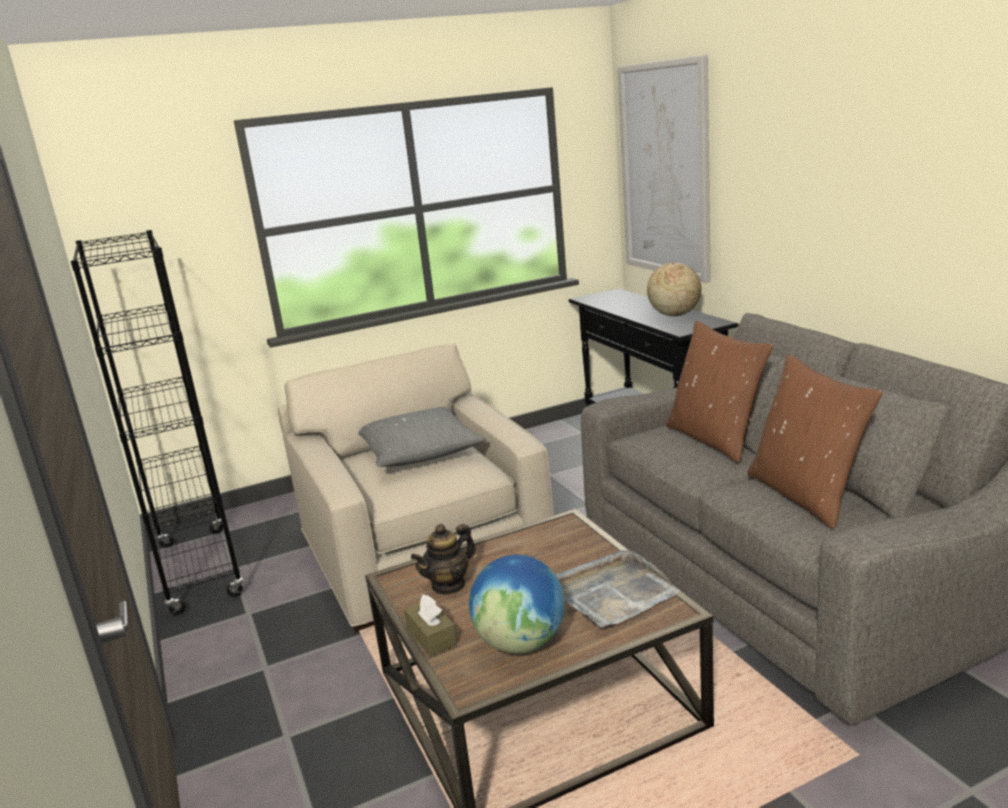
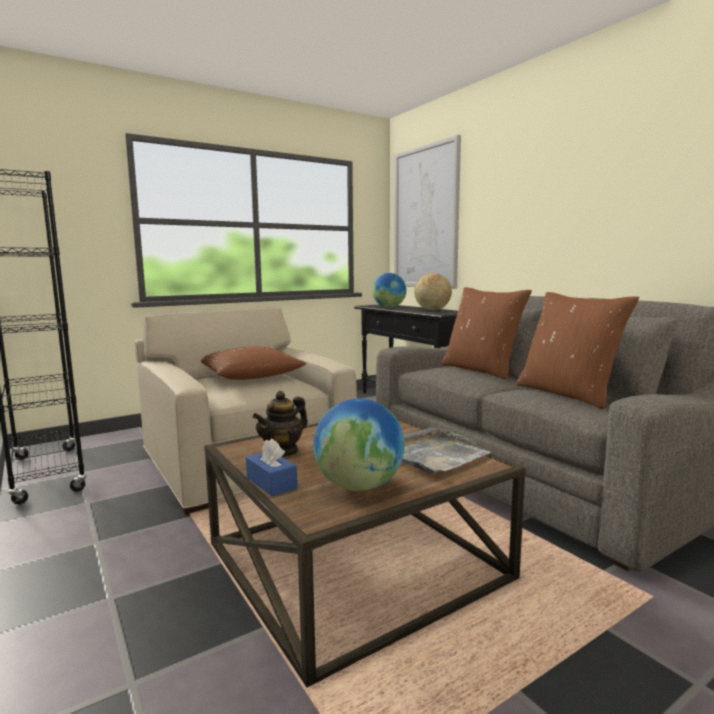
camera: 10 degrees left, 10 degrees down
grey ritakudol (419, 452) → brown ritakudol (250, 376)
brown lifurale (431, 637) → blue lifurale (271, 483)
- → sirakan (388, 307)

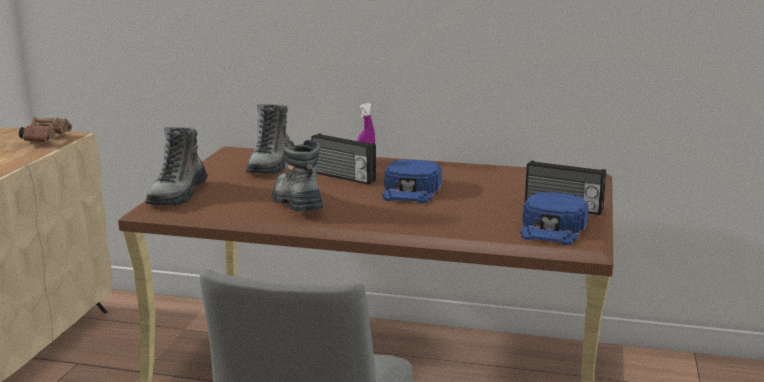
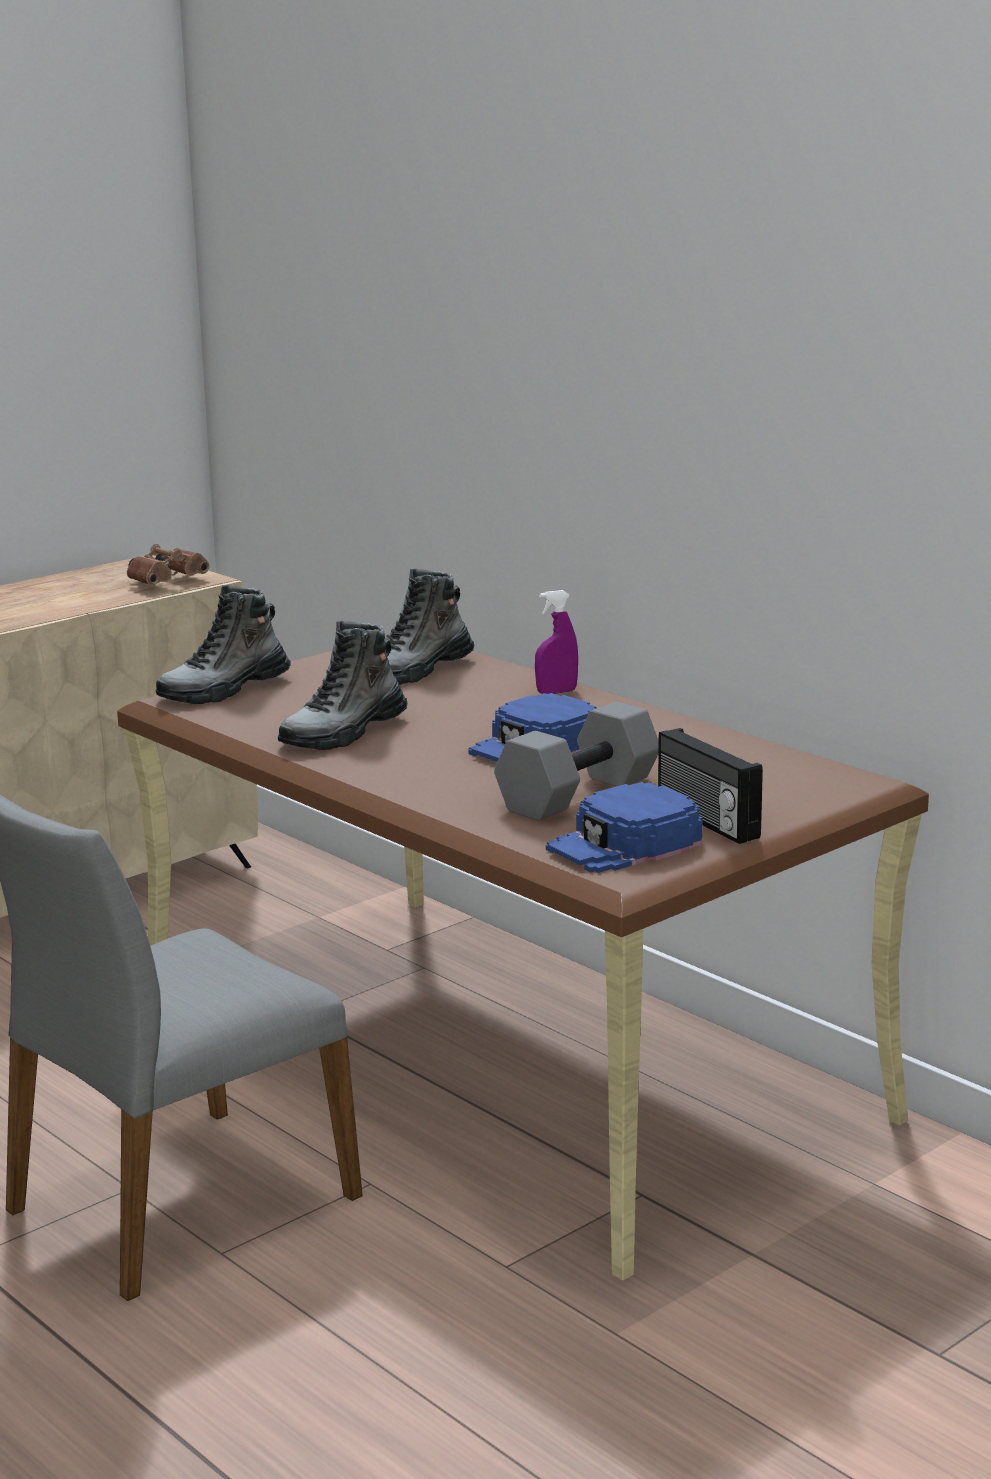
camera: 35 degrees right, 0 degrees up
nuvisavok (296, 203) → nuvisavok (344, 733), 150 degrees counterclockwise
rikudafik (342, 177) → -
- → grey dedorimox (577, 793)

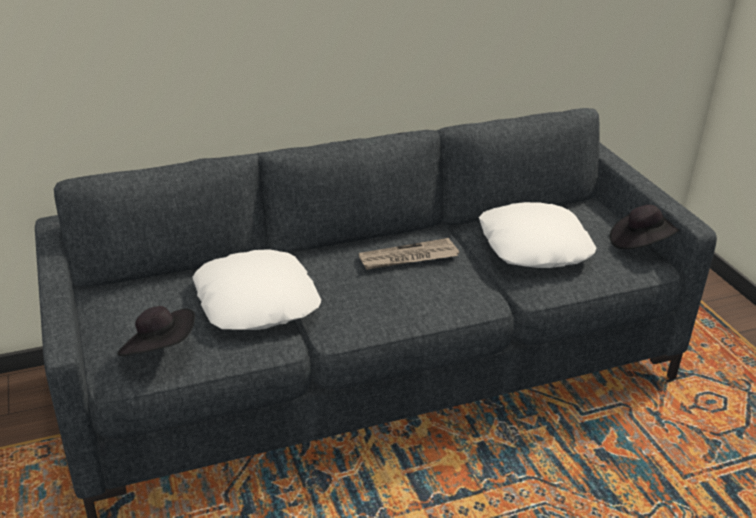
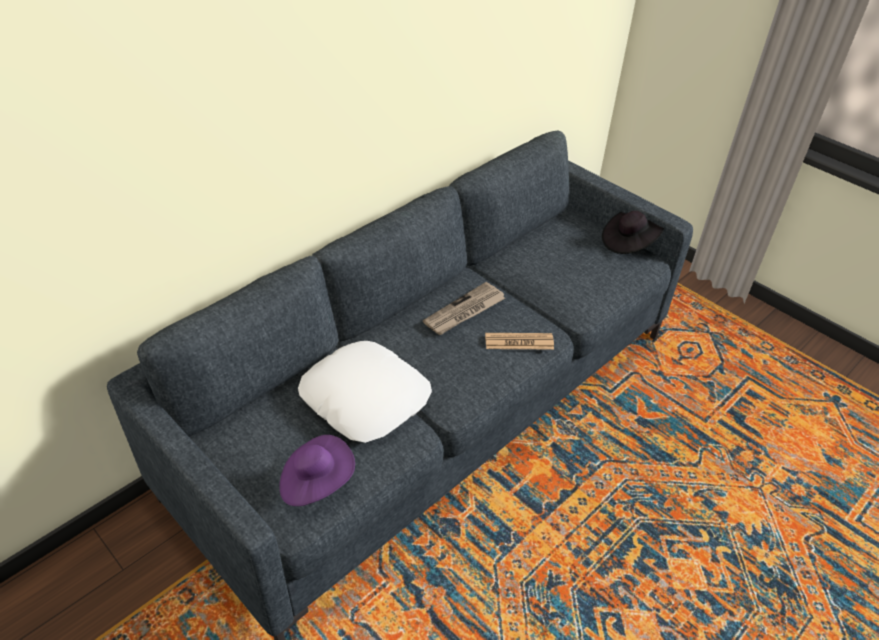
camera: 25 degrees left, 10 degrees up
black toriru (160, 350) → purple toriru (316, 482)
white ritakudol (533, 246) → -
- → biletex (519, 342)

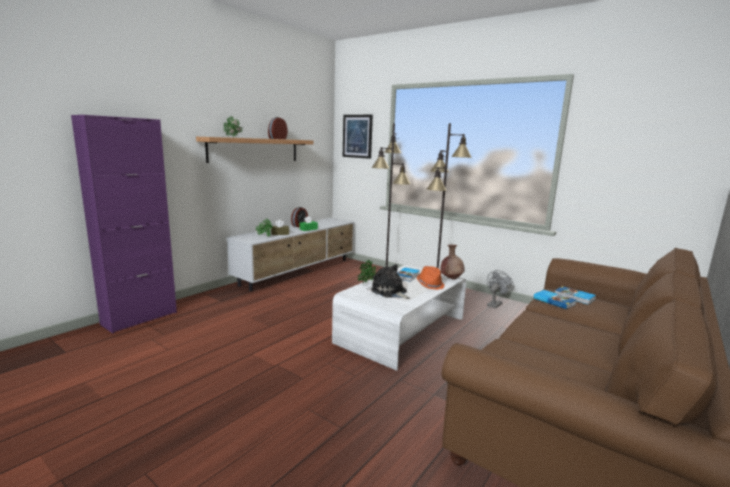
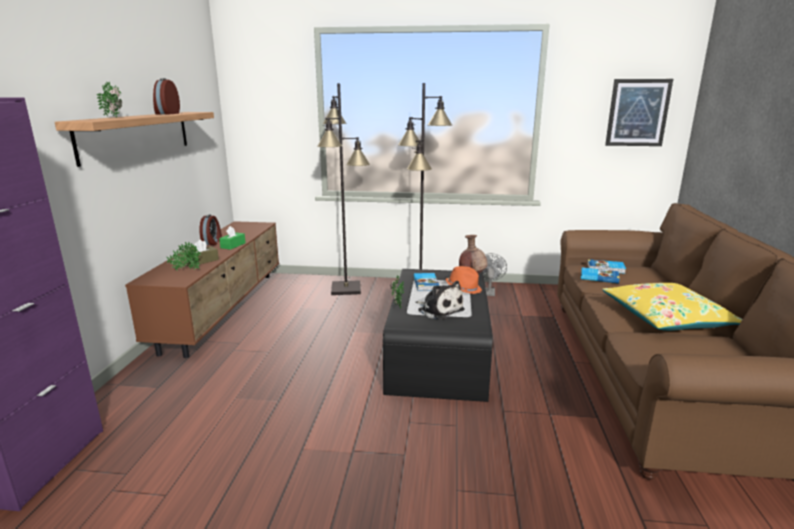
camera: 30 degrees left, 5 degrees up
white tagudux (298, 271) → brown tagudux (224, 309)
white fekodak (402, 330) → black fekodak (438, 351)
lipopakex (357, 136) → lipopakex (637, 113), relocated
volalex (390, 292) → volalex (439, 310), 150 degrees counterclockwise
- → yellow ritakudol (666, 318)

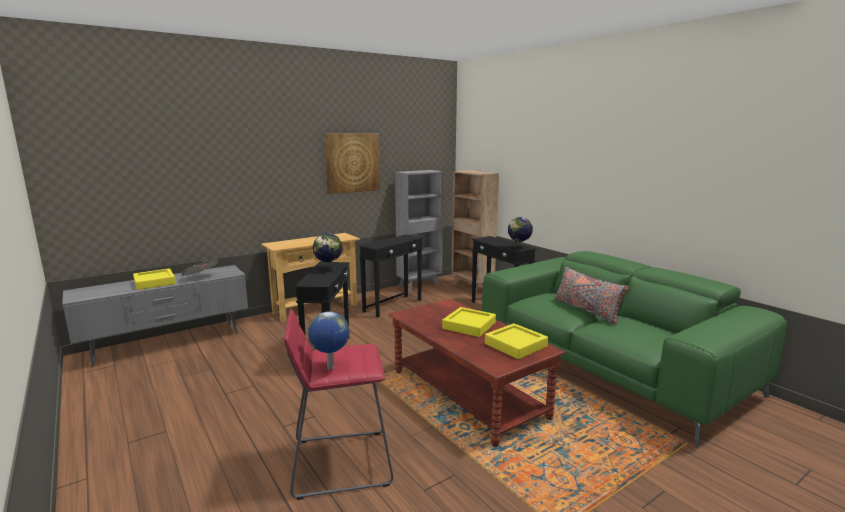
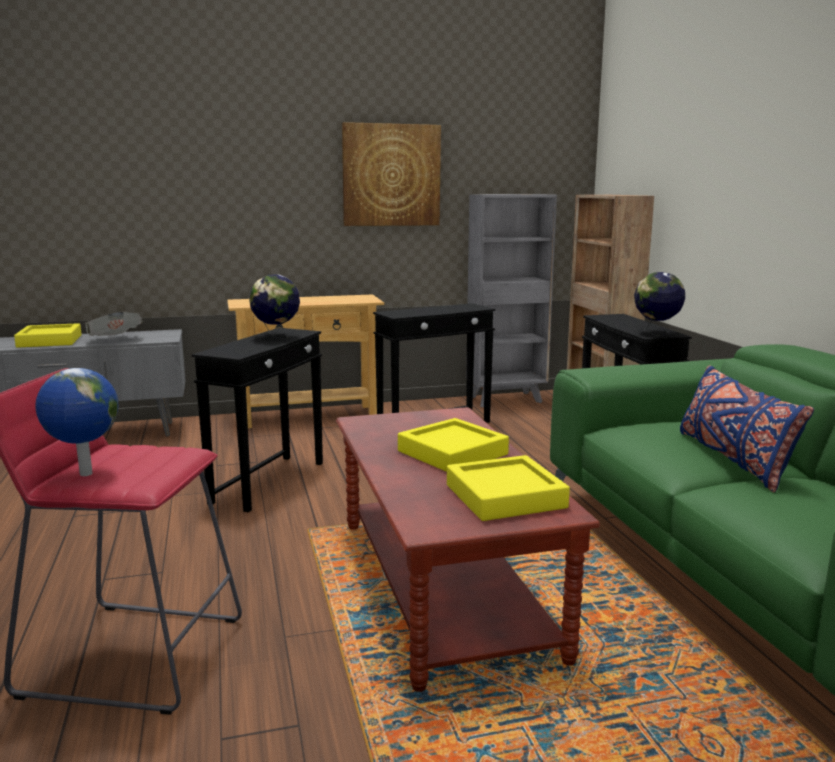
camera: 20 degrees right, 0 degrees up
grey ritakudol (586, 311) → blue ritakudol (733, 459)

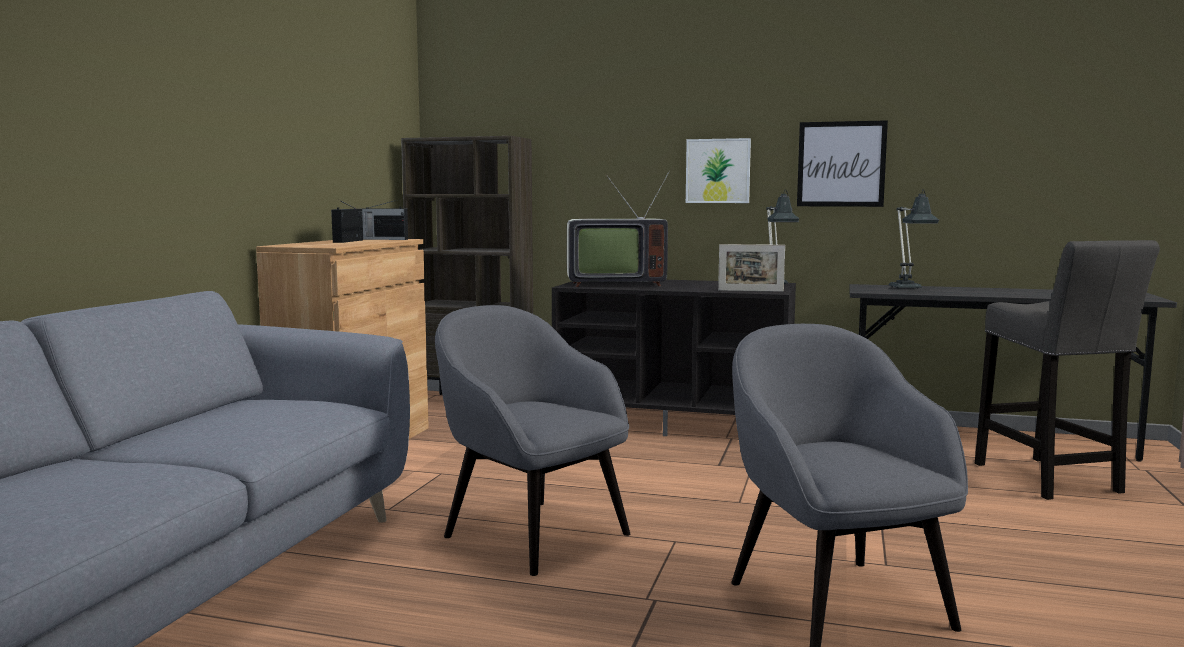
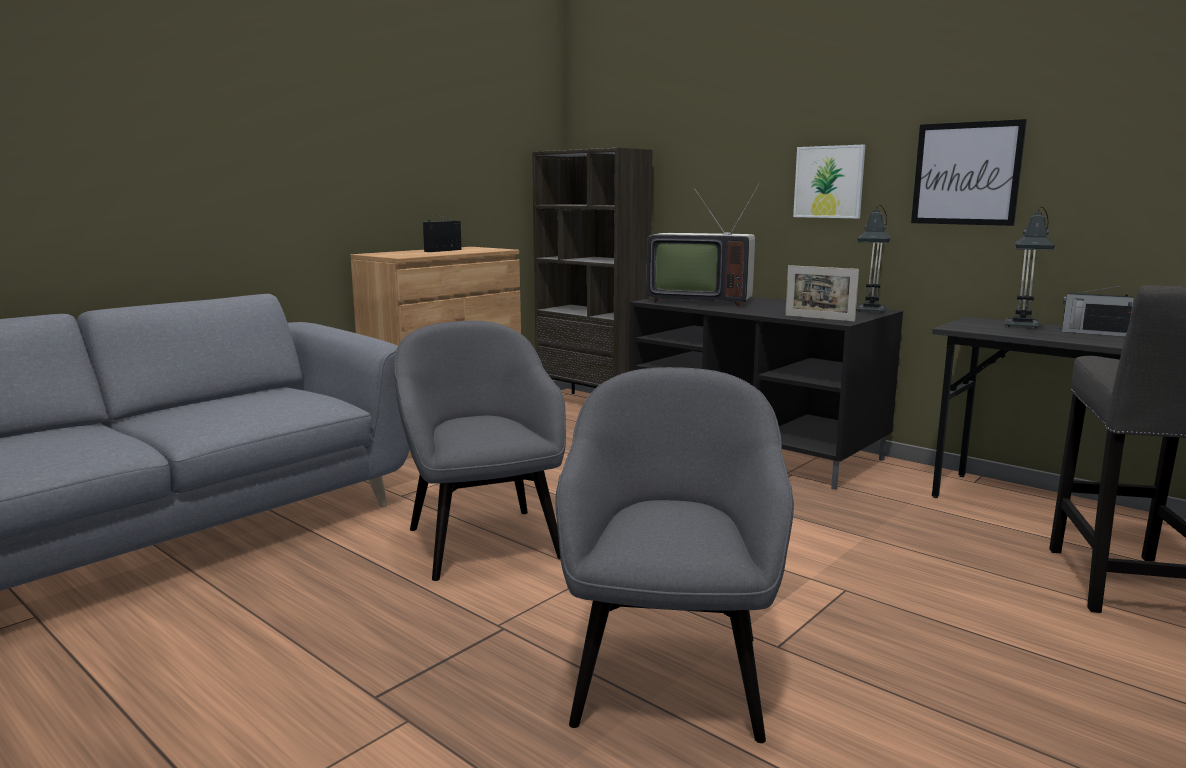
camera: 25 degrees right, 5 degrees up
rikudafik (383, 239) → rikudafik (1092, 333), relocated

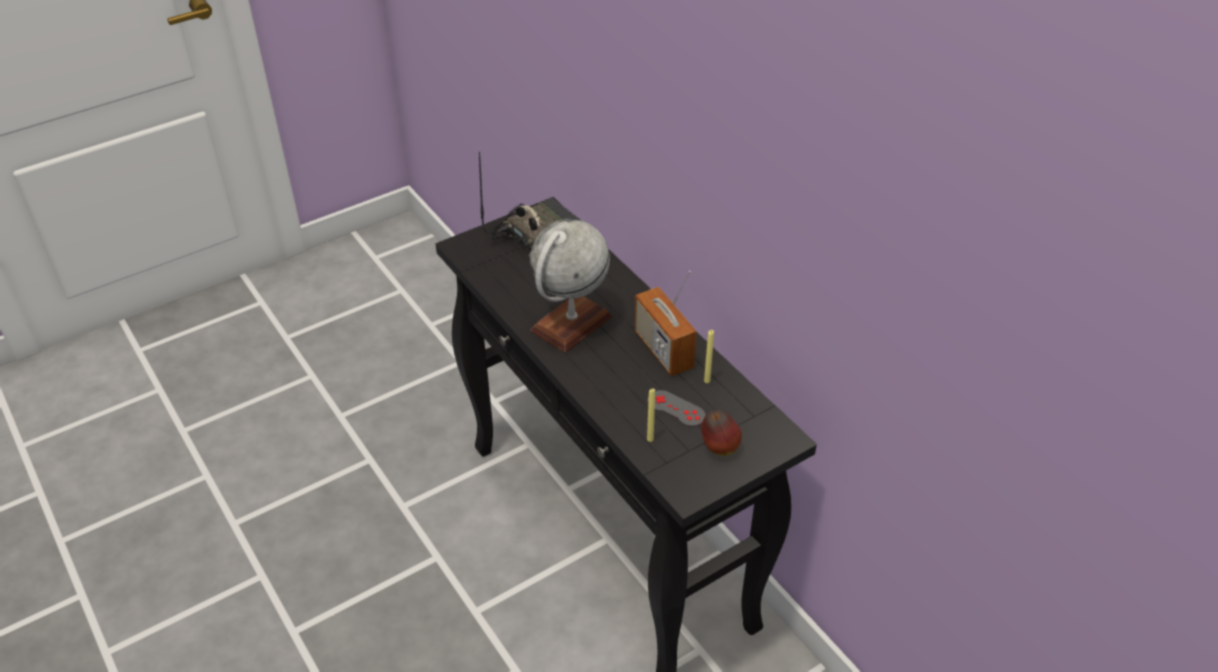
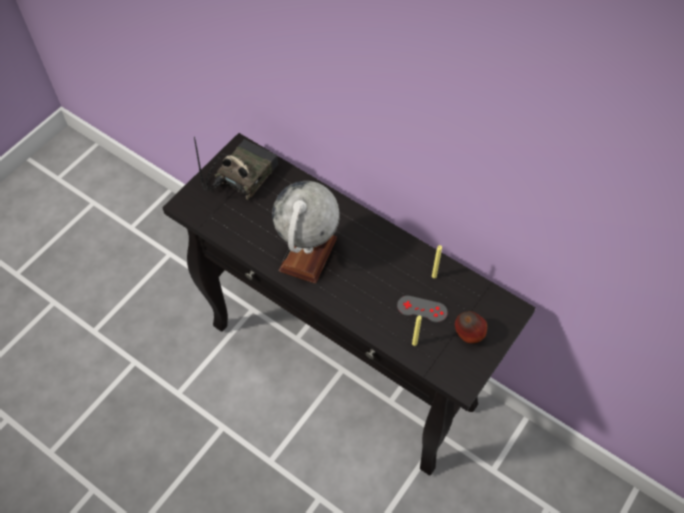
camera: 20 degrees left, 15 degrees up
rikudafik (663, 350) → -

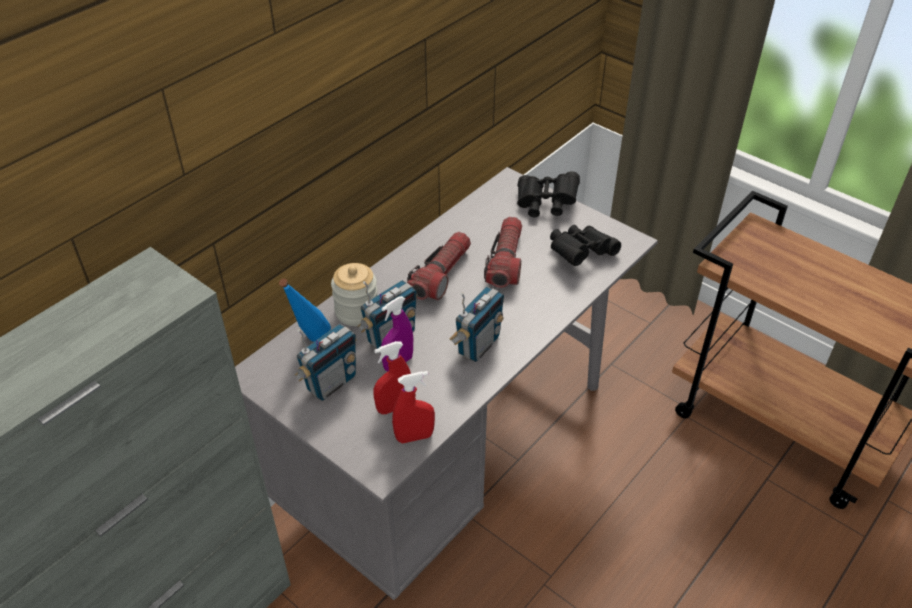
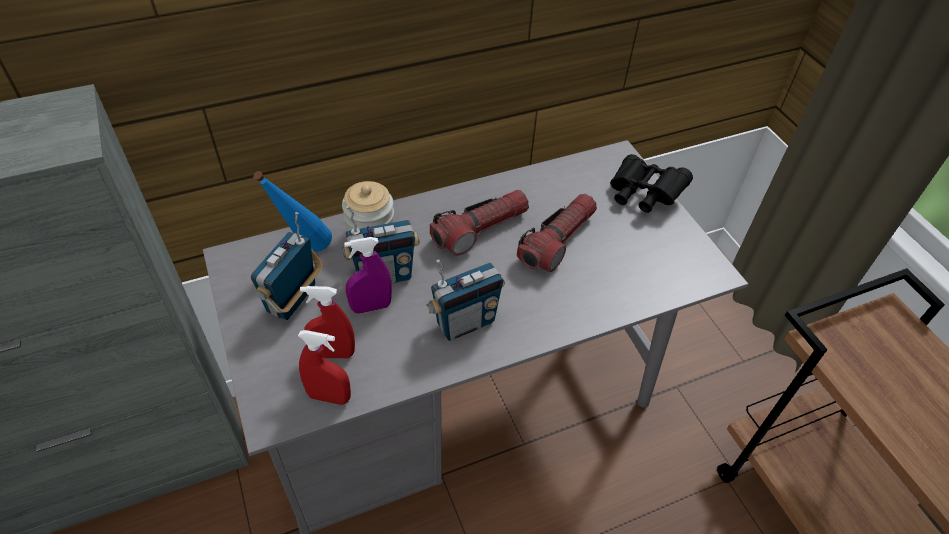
camera: 25 degrees right, 5 degrees up
rikudafik (331, 383) → rikudafik (293, 299), 135 degrees clockwise
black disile (580, 253) → -

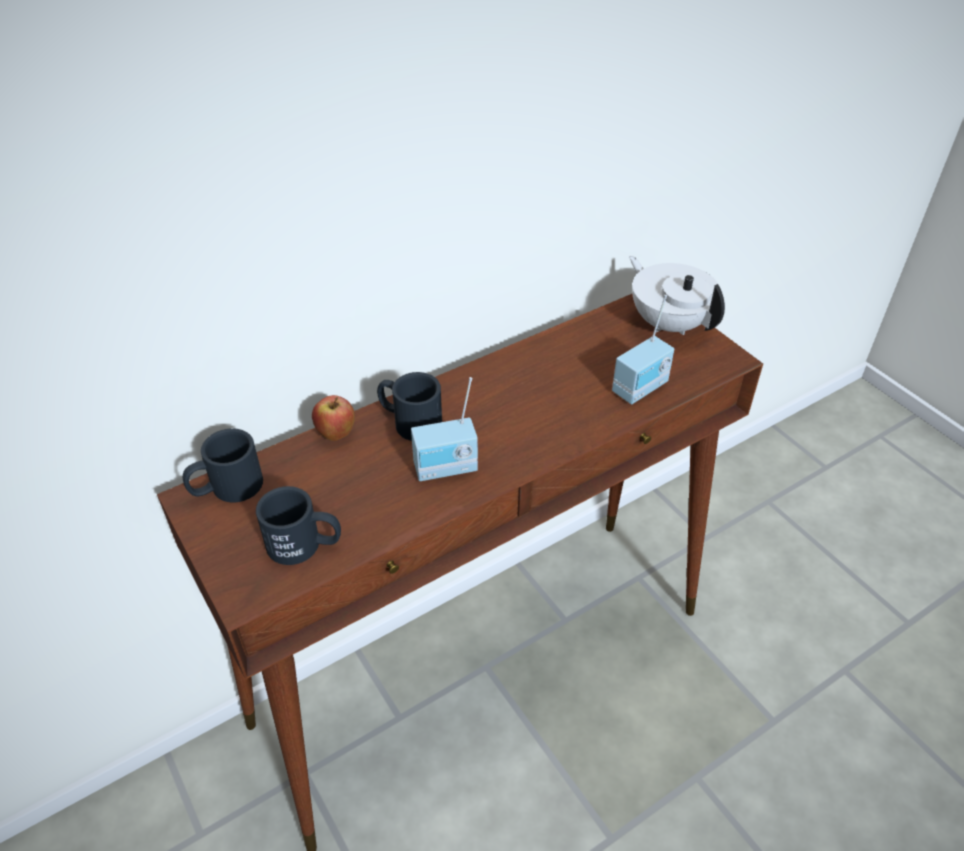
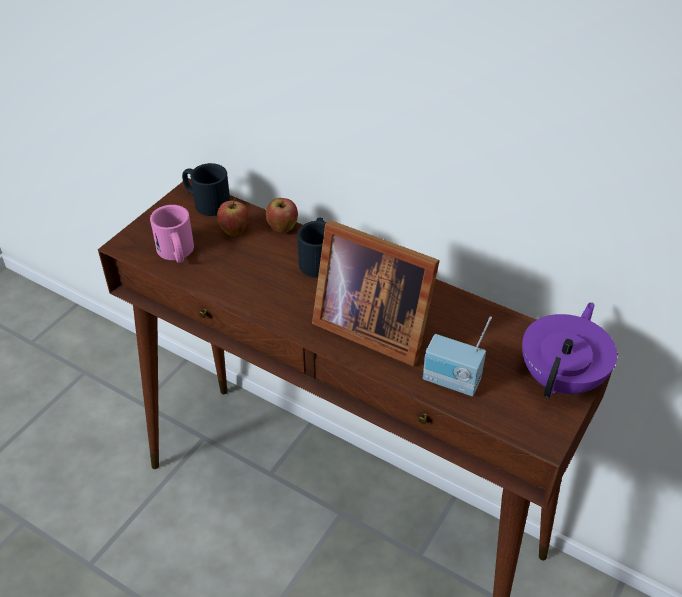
camera: 65 degrees right, 0 degrees up
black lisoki (305, 544) → pink lisoki (177, 253)
rikudafik (446, 469) → -
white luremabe (669, 323) → purple luremabe (562, 378)
- → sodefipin (234, 231)
- → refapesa (370, 326)

